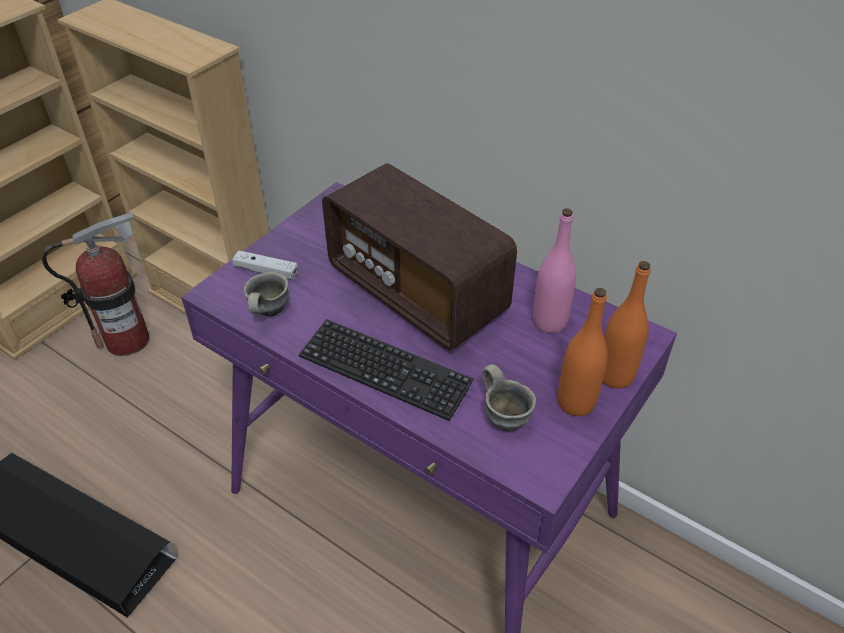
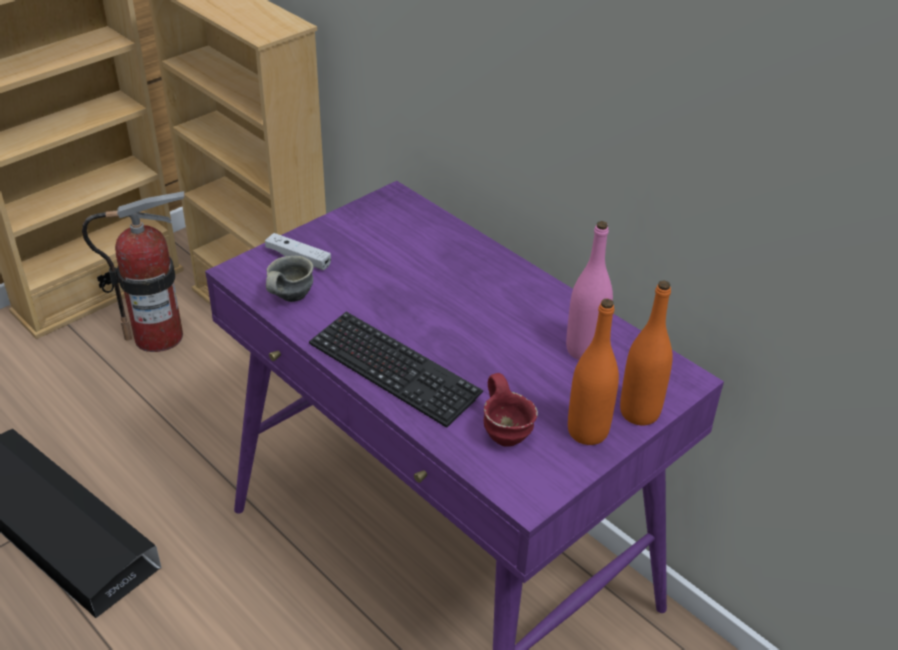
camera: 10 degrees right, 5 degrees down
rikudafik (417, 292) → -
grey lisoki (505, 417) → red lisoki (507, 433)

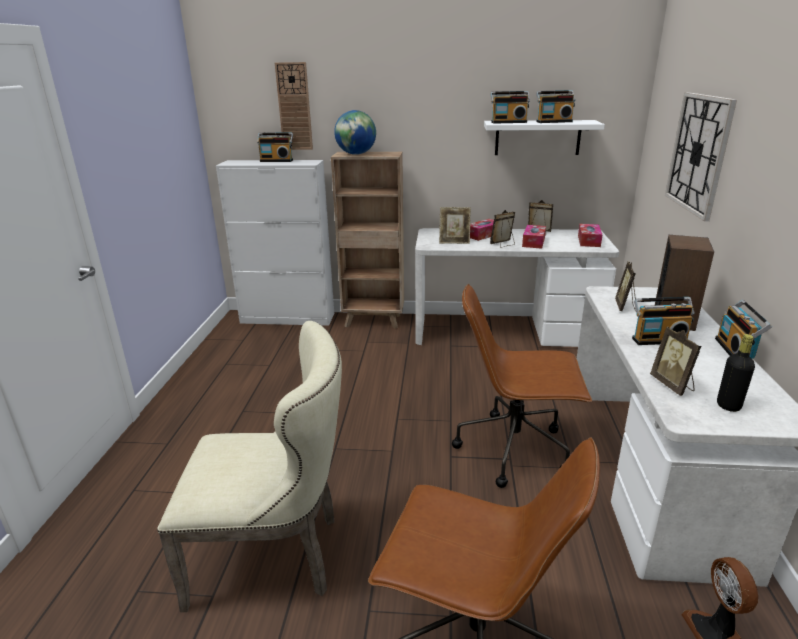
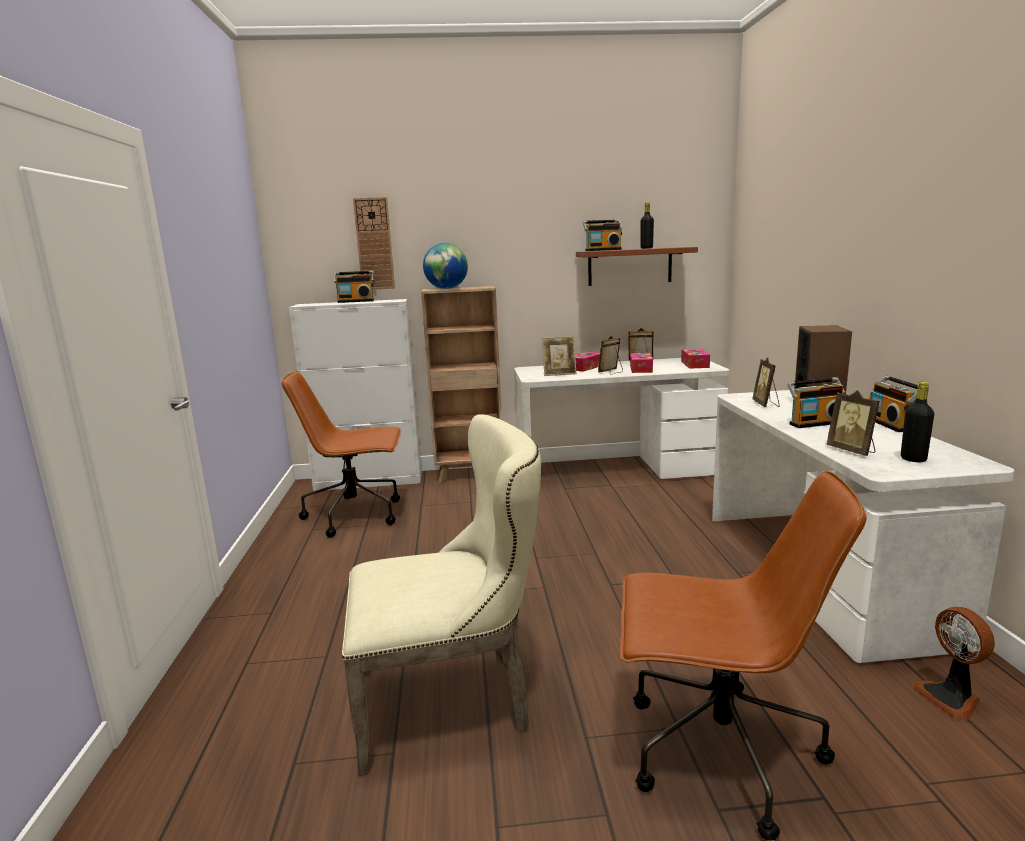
camera: 10 degrees left, 10 degrees down
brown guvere (515, 449) → brown guvere (356, 515), relocated
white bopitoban (537, 137) → brown bopitoban (630, 266)
rikudafik (553, 121) → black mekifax (646, 248)
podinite (698, 153) → -

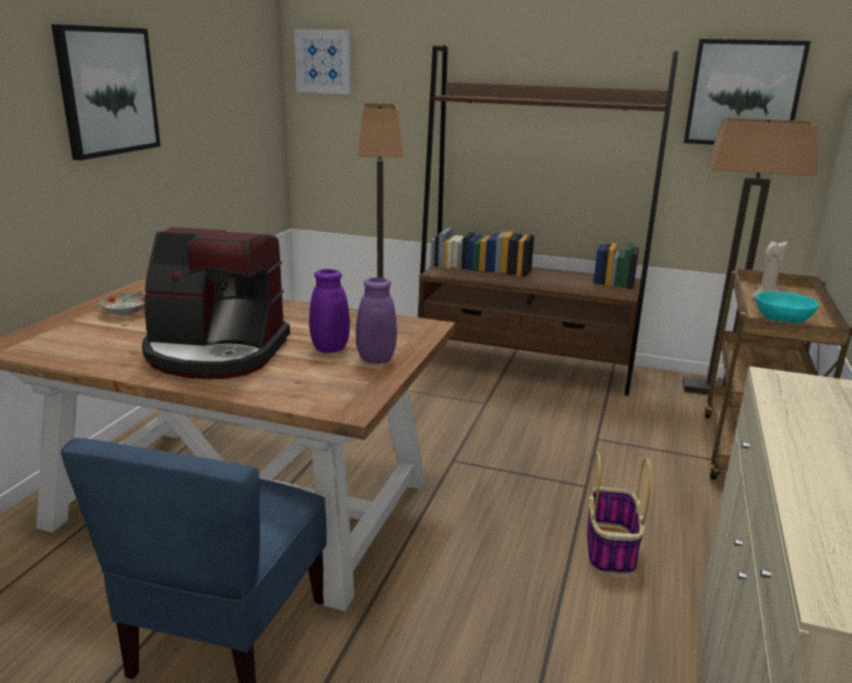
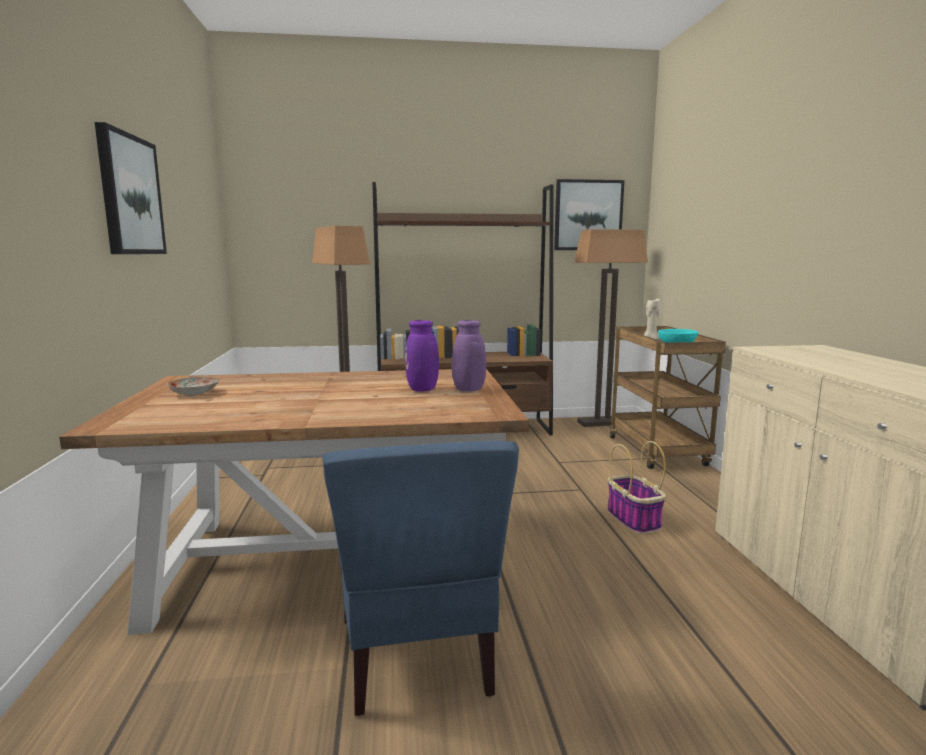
camera: 25 degrees left, 10 degrees down
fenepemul (216, 353) → -
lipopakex (324, 61) → -

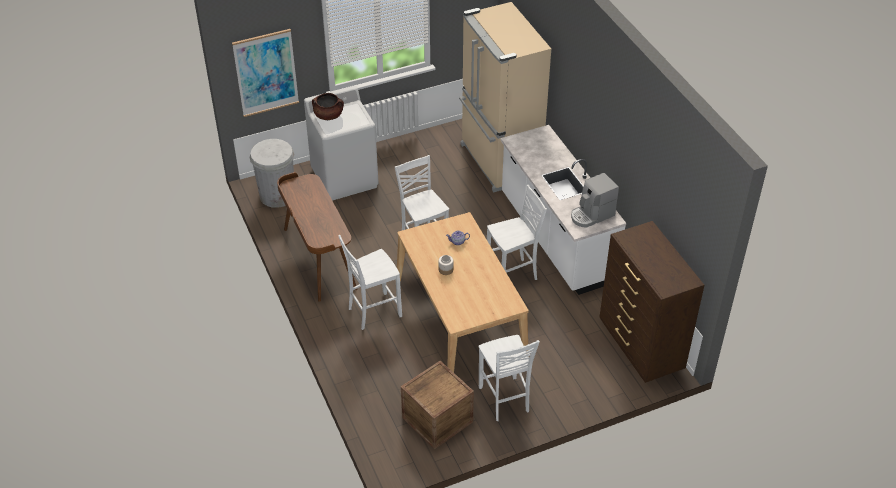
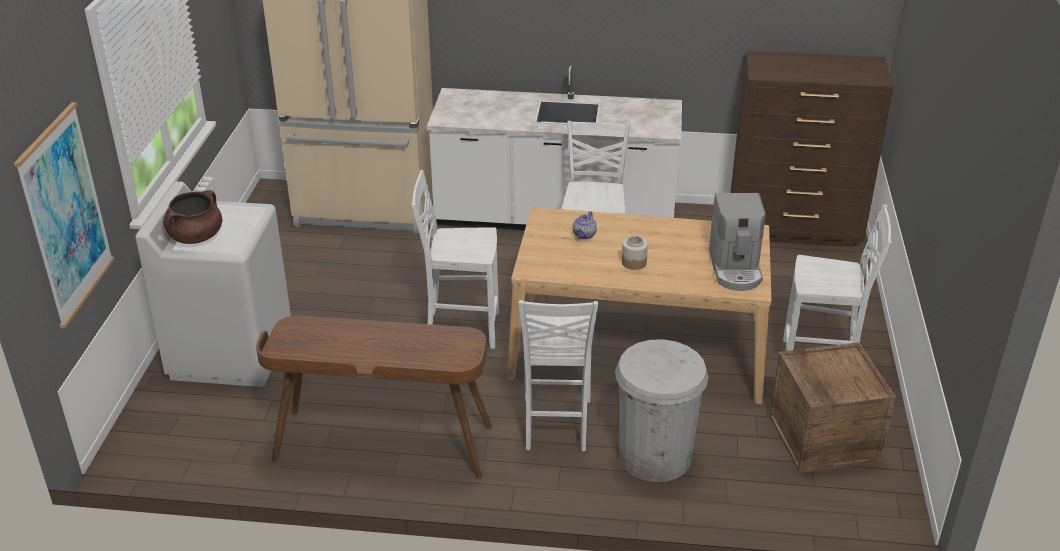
camera: 60 degrees left, 10 degrees down
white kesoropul (277, 195) → white kesoropul (655, 456), relocated
fenepemul (591, 215) → fenepemul (735, 269), relocated

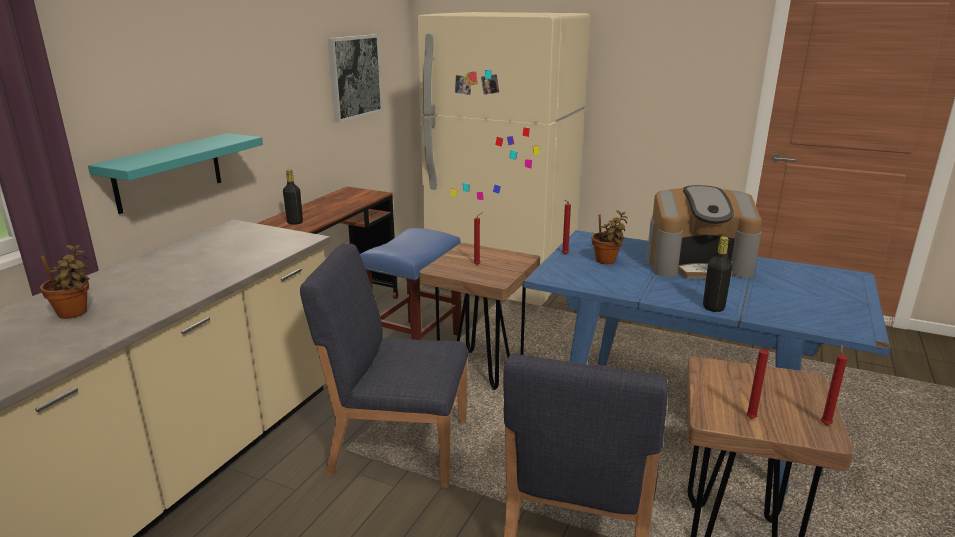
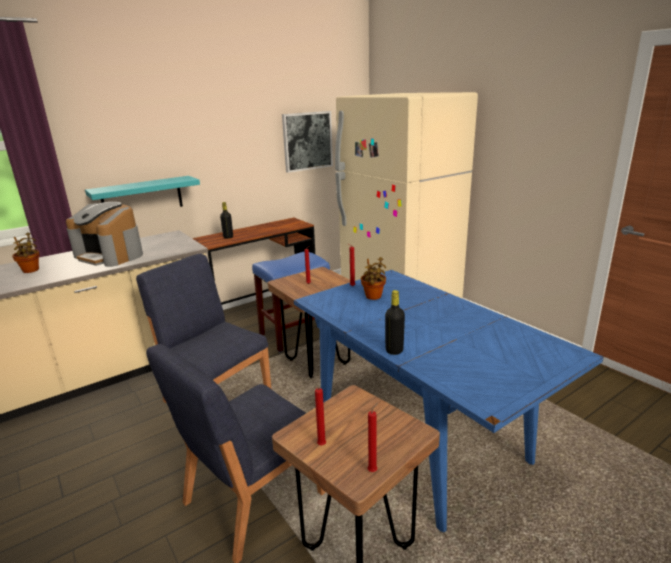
camera: 30 degrees right, 0 degrees up
fenepemul (698, 265) → fenepemul (110, 255), relocated

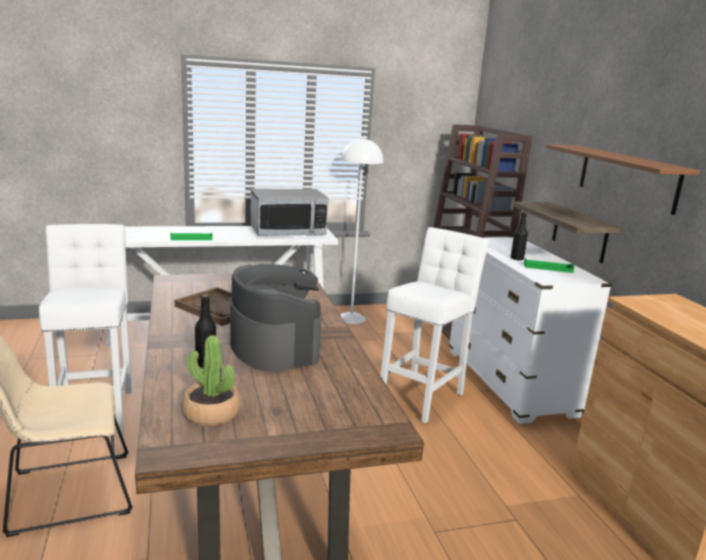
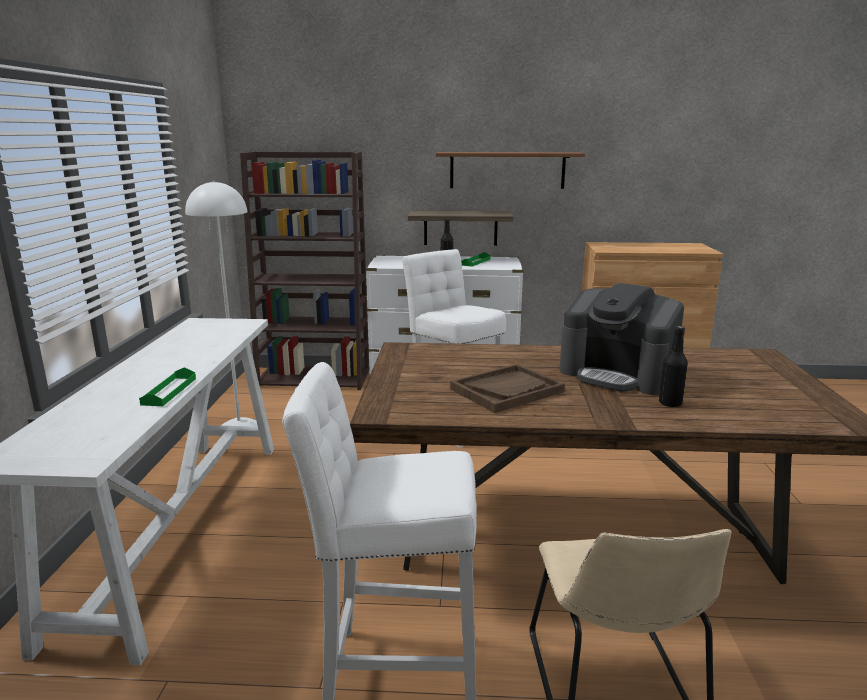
camera: 70 degrees left, 0 degrees up
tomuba (211, 413) → -
fenepemul (274, 346) → fenepemul (618, 374), 135 degrees counterclockwise
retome (288, 232) → -

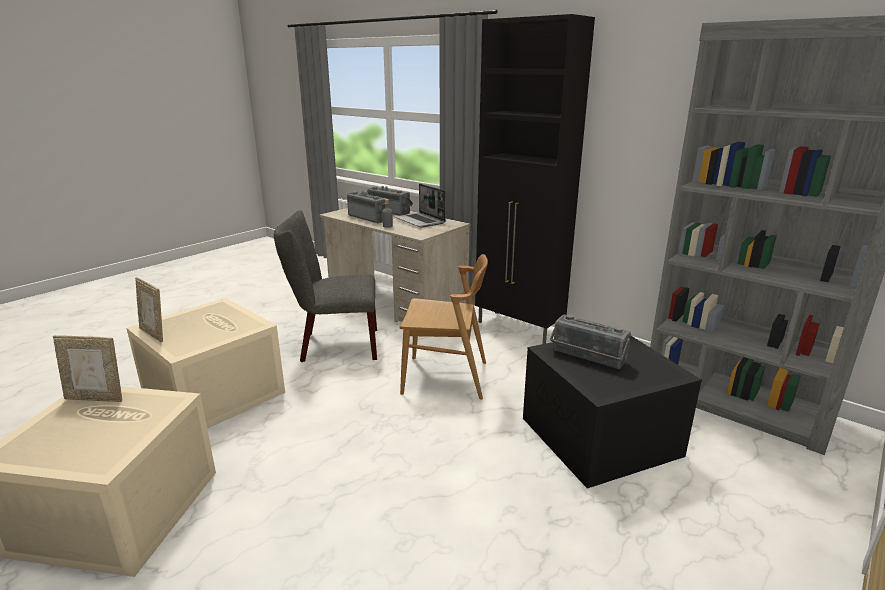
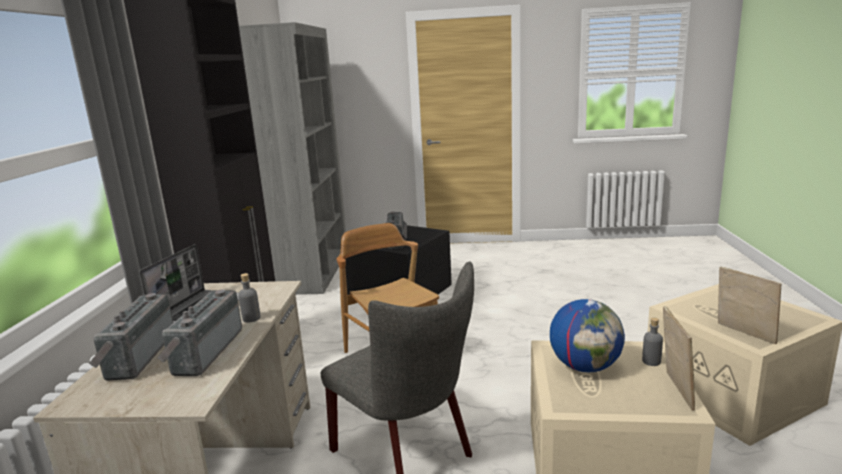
camera: 125 degrees left, 5 degrees down
- → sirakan (585, 367)
- → grey mekifax (651, 361)

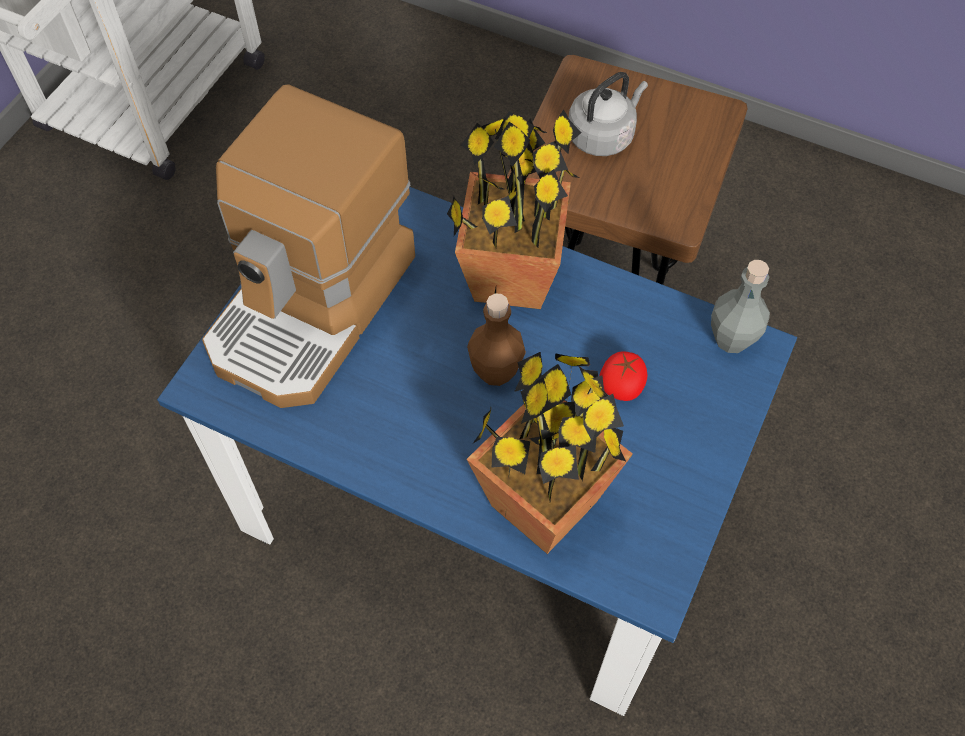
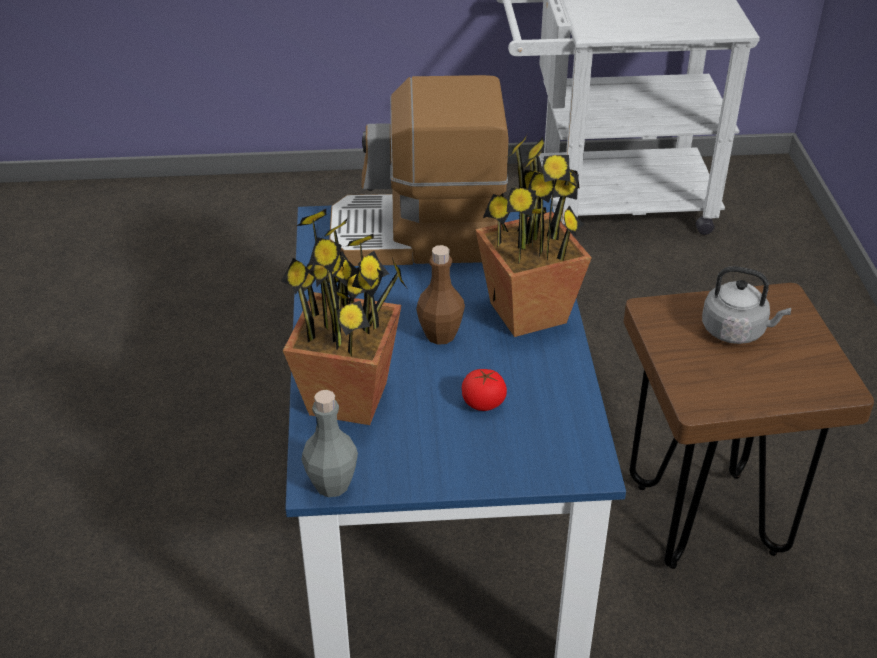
camera: 60 degrees right, 20 degrees down
grey mekifax (731, 339) → grey mekifax (332, 484), relocated

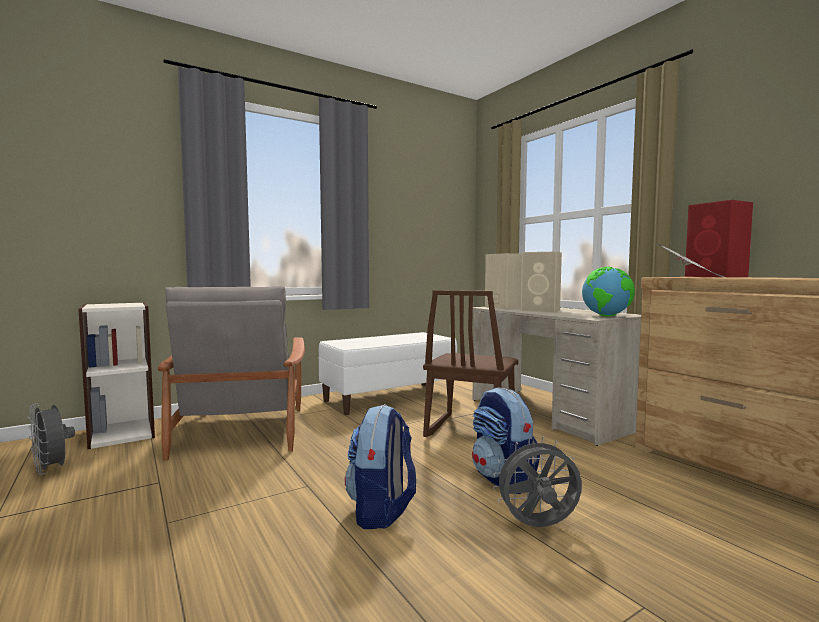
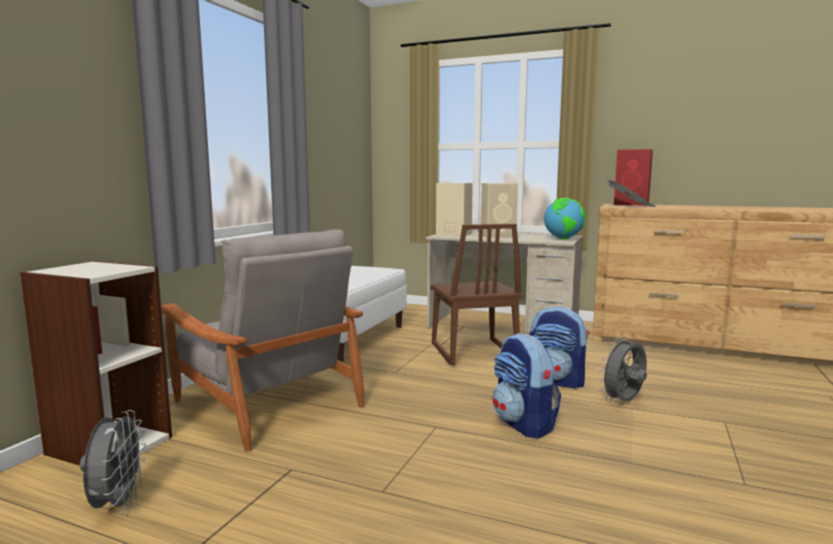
camera: 35 degrees left, 5 degrees up
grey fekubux (52, 470) → grey fekubux (117, 505), 105 degrees counterclockwise

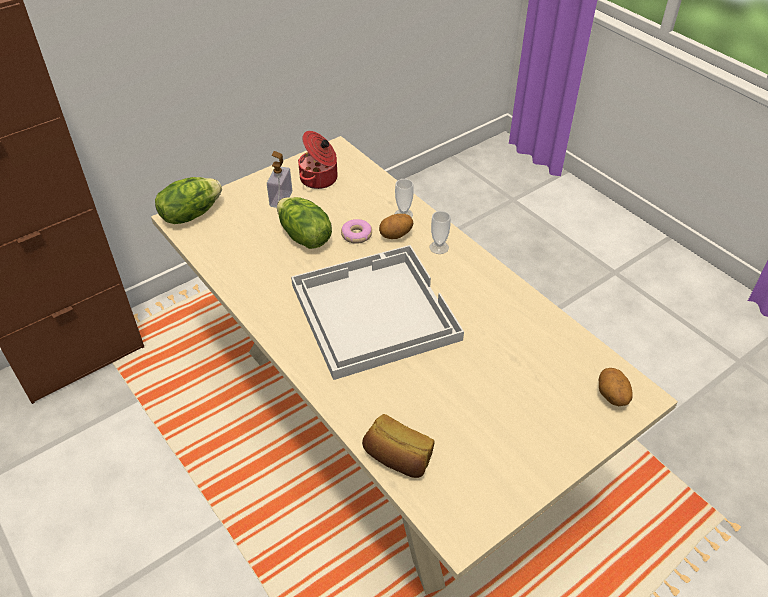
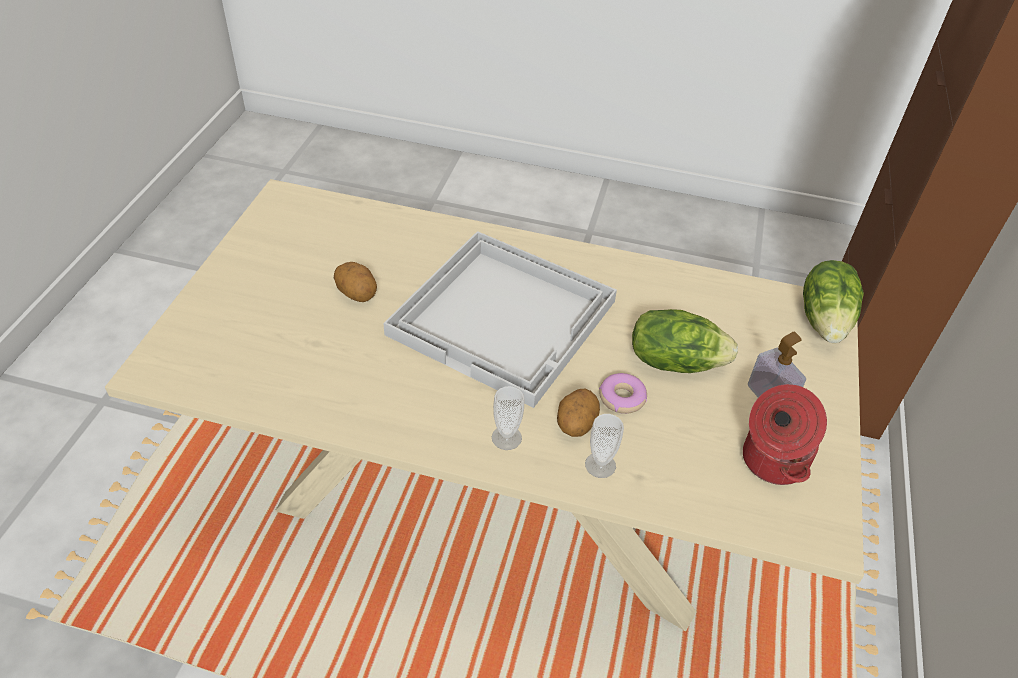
camera: 140 degrees right, 0 degrees up
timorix (397, 458) → -
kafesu (611, 396) → kafesu (357, 294), relocated

